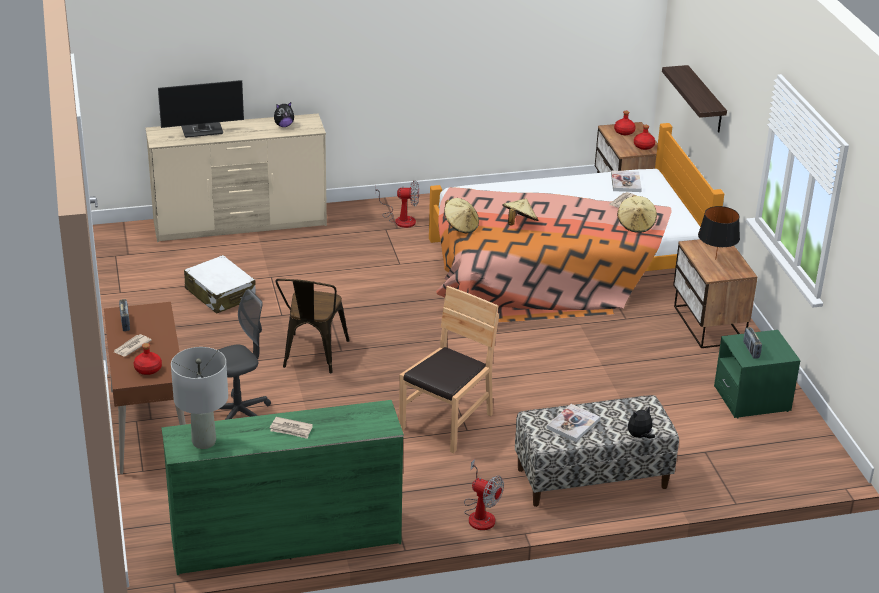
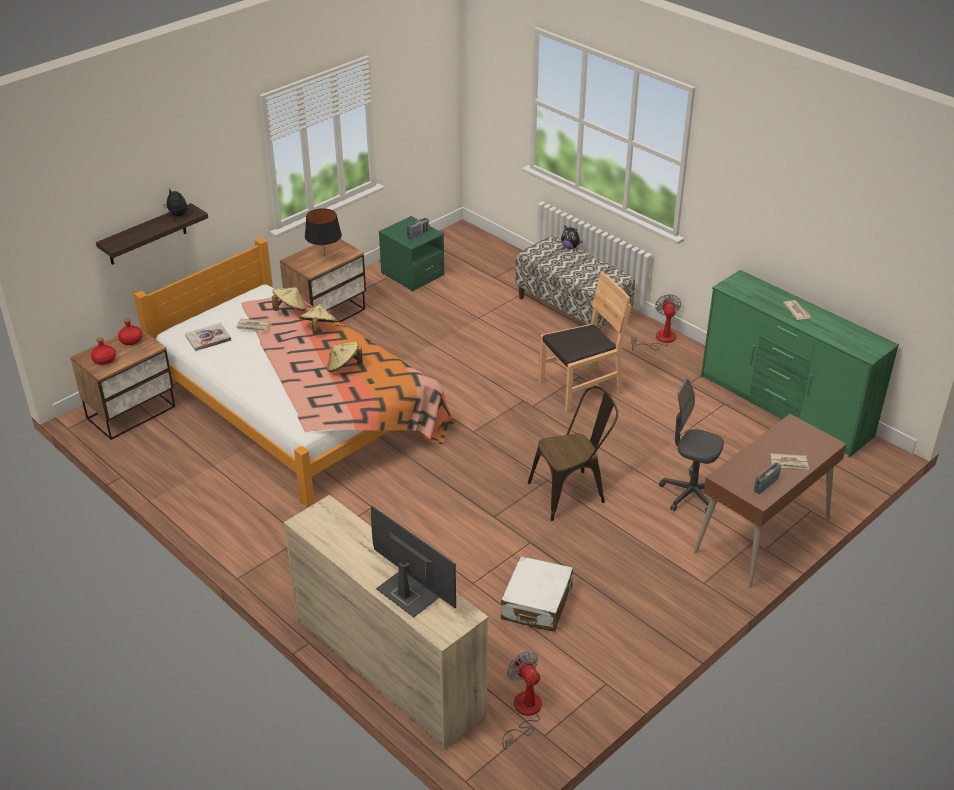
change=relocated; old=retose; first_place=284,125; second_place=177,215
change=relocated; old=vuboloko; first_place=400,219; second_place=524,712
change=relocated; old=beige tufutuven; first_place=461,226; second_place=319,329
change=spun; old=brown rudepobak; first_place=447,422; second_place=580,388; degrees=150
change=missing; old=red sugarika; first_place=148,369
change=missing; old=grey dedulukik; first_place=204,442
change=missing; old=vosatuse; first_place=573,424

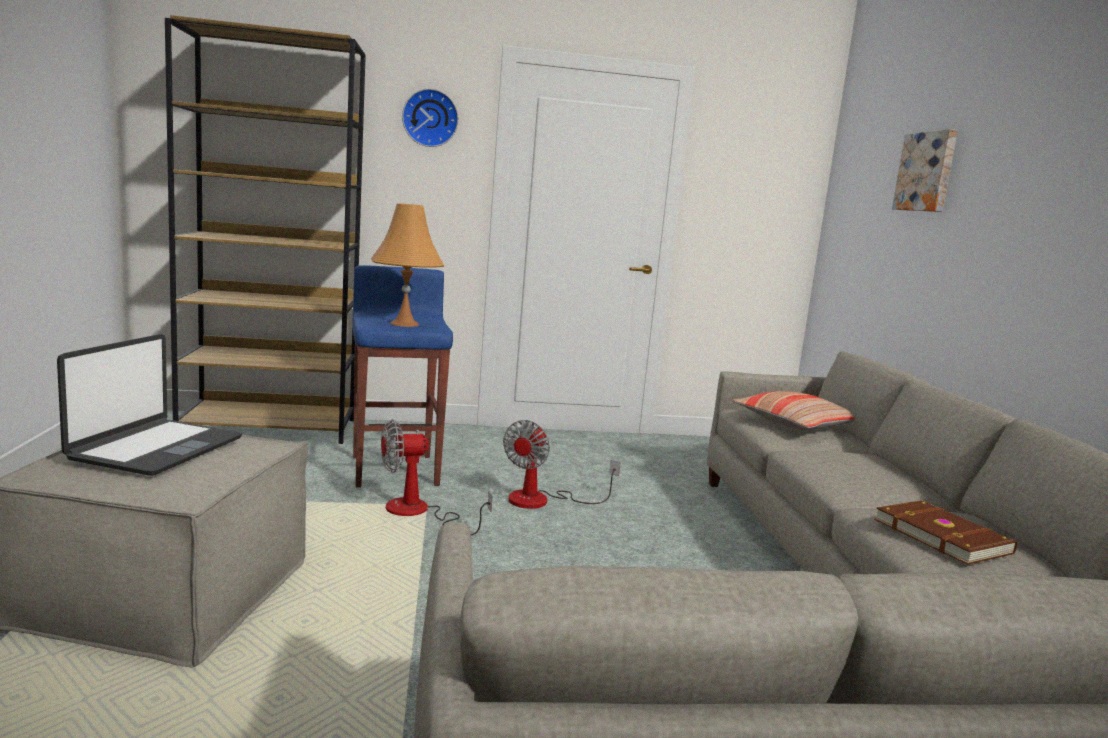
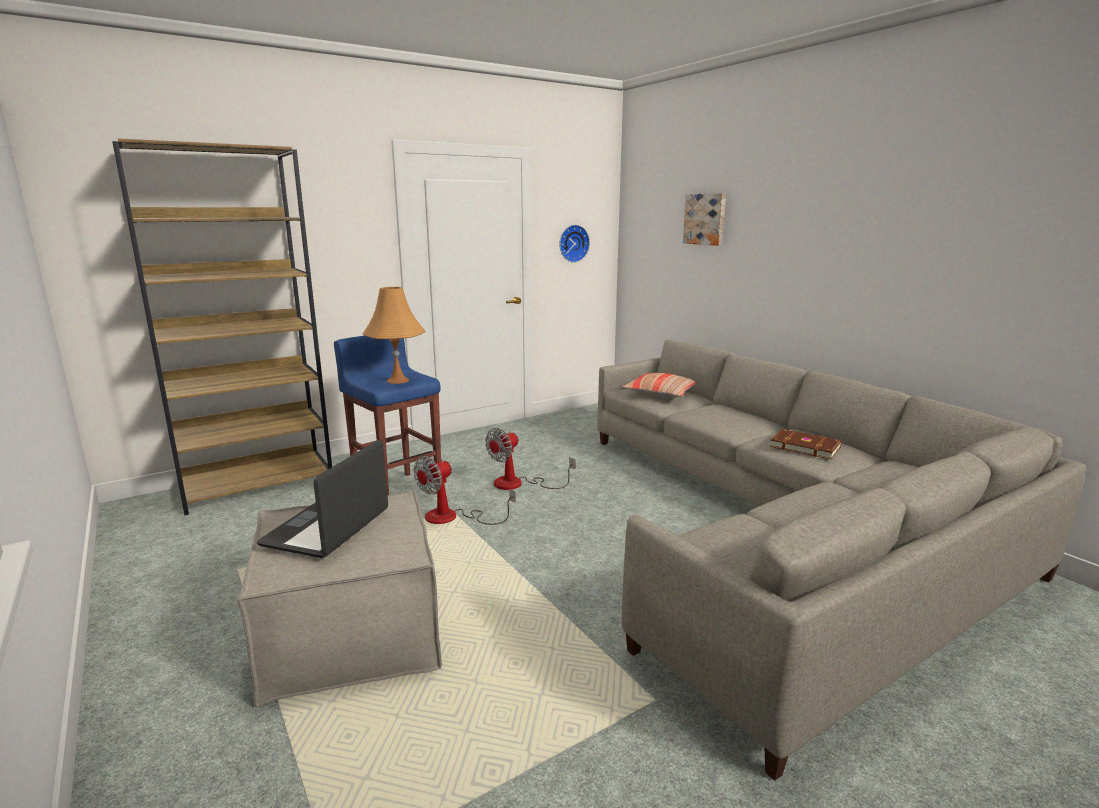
change=relocated; old=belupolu; first_place=430,118; second_place=572,243
change=spun; old=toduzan; first_place=156,449; second_place=328,528; degrees=-150
change=spun; old=vuboloko; first_place=542,500; second_place=518,484; degrees=45

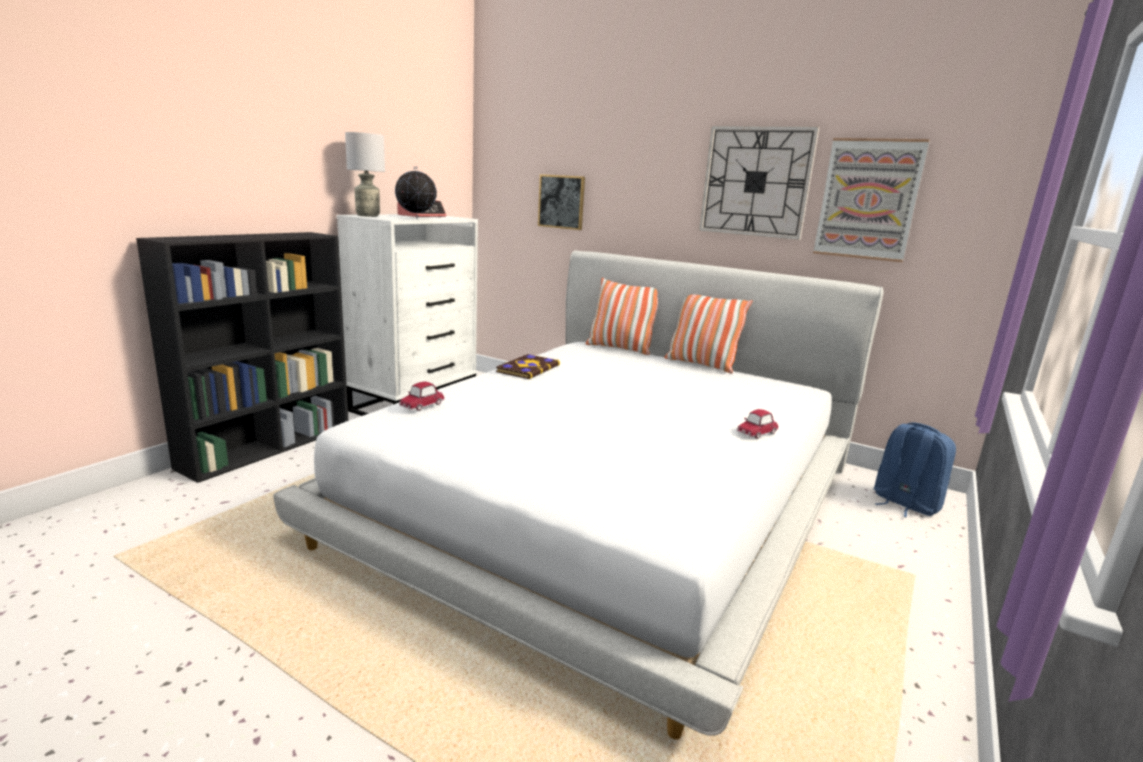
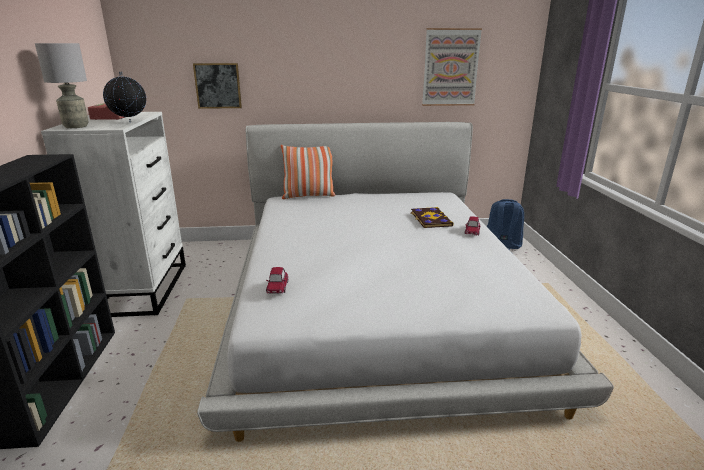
change=missing; old=belupolu; first_place=756,182
change=missing; old=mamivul; first_place=701,364
change=relocated; old=vosatuse; first_place=527,368; second_place=430,219

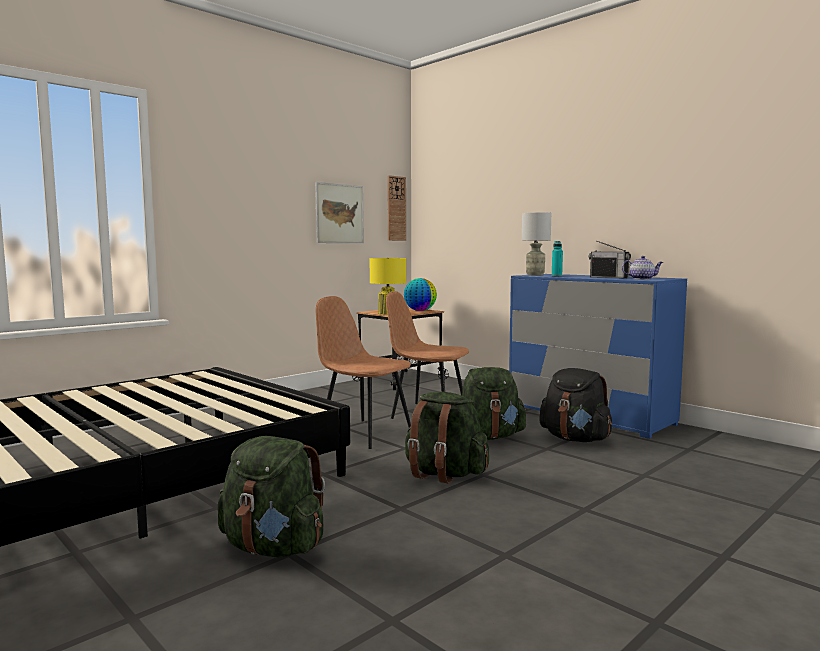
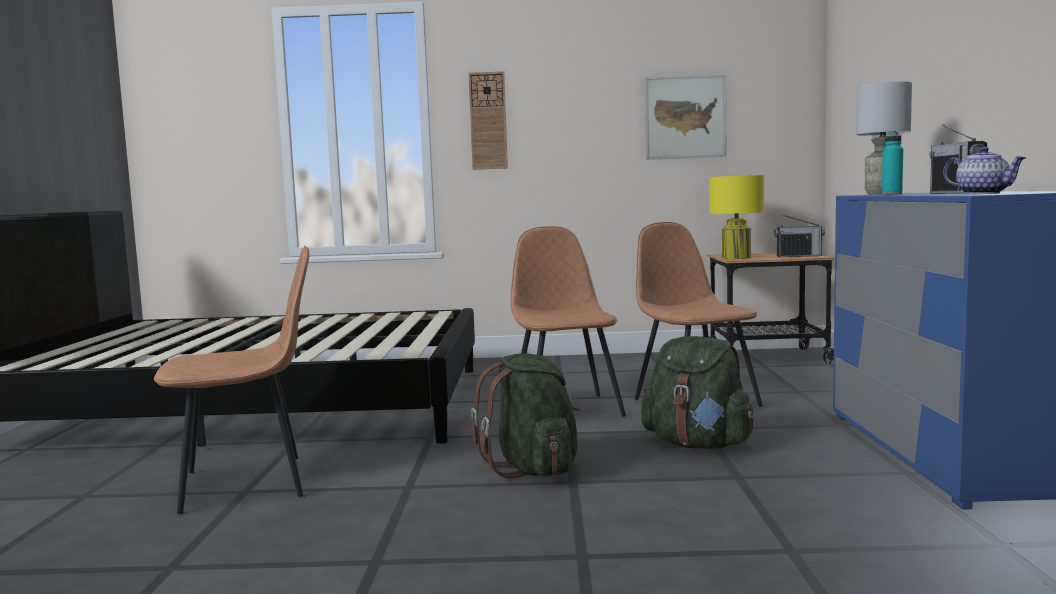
change=relocated; old=belupolu; first_place=396,208; second_place=488,121
change=exchanged; old=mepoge; new=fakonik; first_place=420,311; second_place=798,256
change=missing; old=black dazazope; first_place=575,439
change=exchanged; old=green dazazope; new=brown rudepobak; first_place=273,548; second_place=248,483

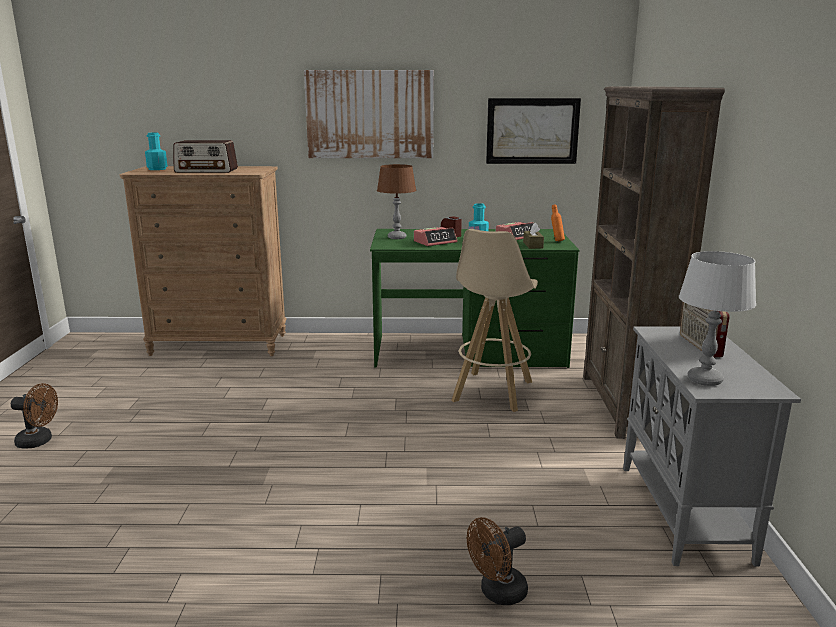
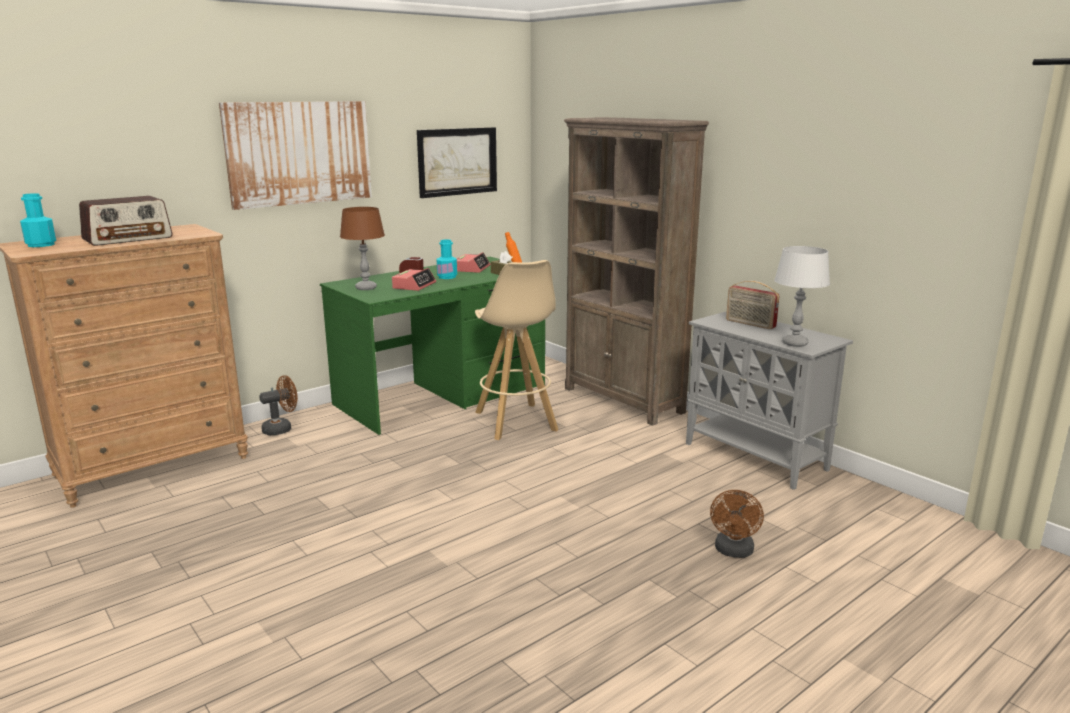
change=relocated; old=brown vuboloko; first_place=39,441; second_place=282,429

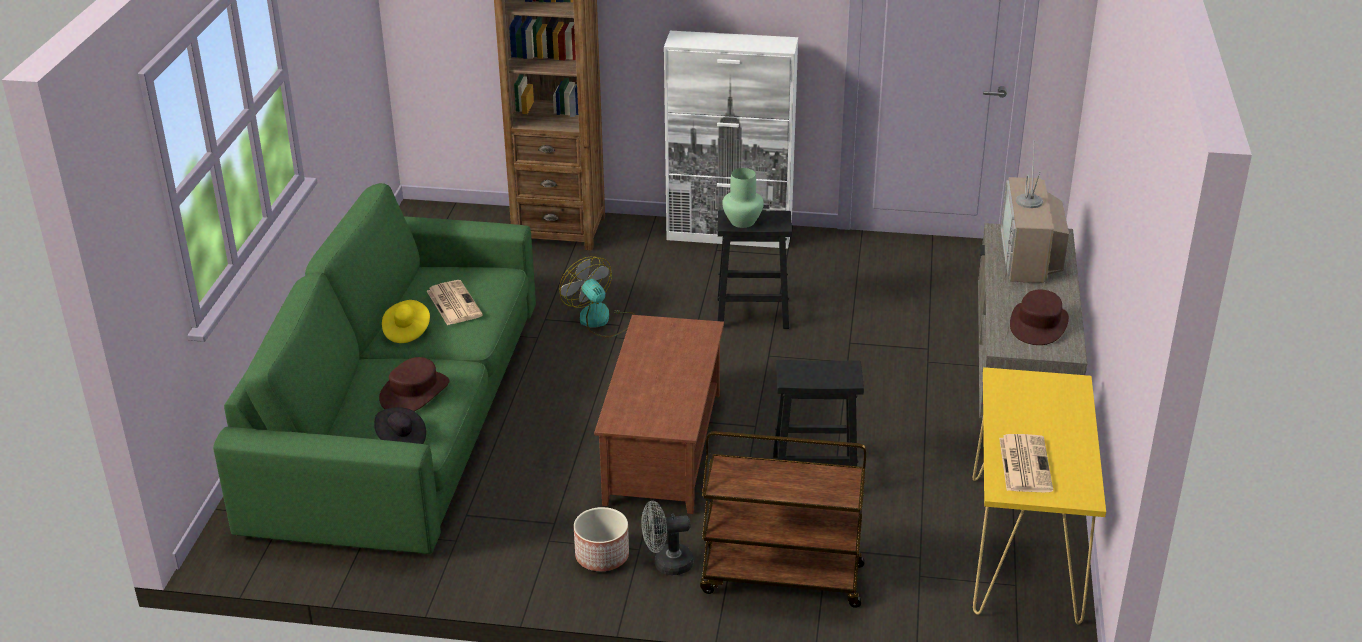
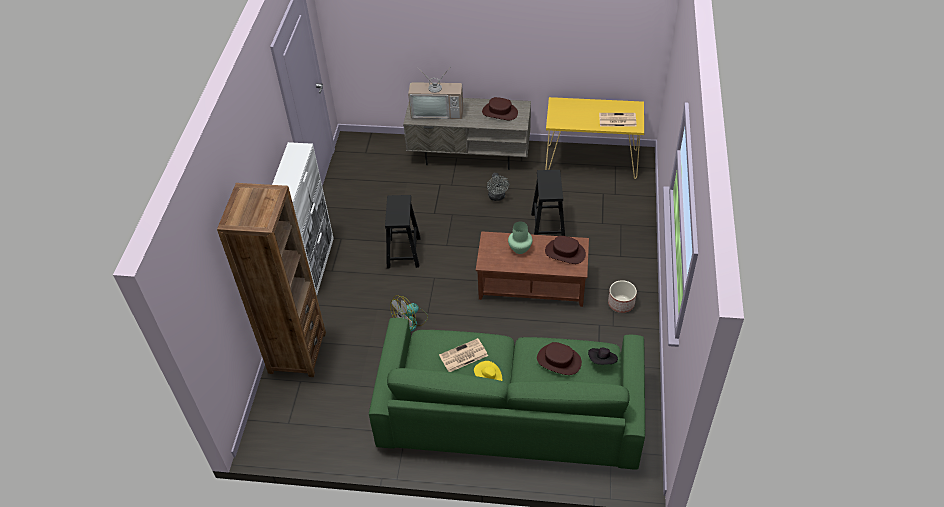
change=relocated; old=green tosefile; first_place=743,221; second_place=519,248
change=missing; old=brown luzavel; first_place=781,579
change=relocated; old=grey vuboloko; first_place=666,564; second_place=497,197
change=appeared; new=brown tufutuven; second_place=565,252

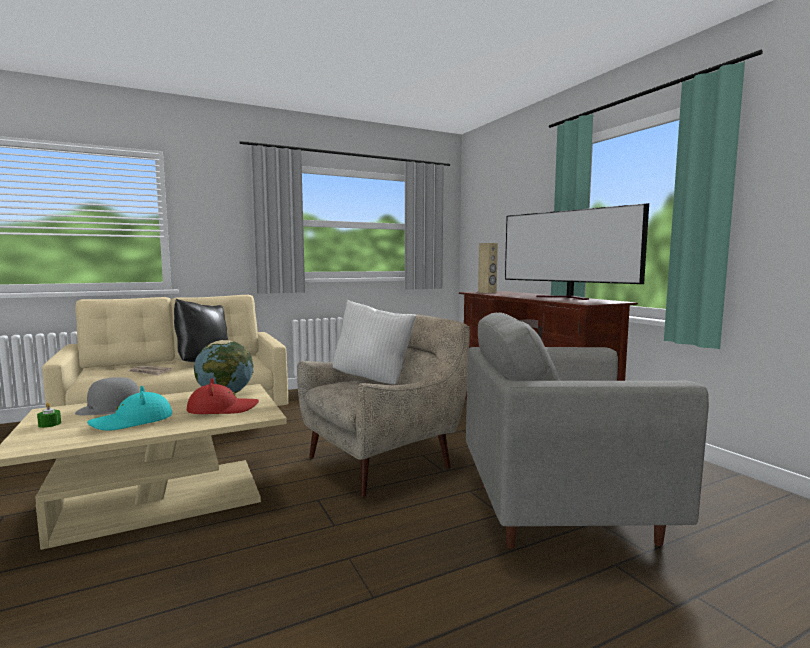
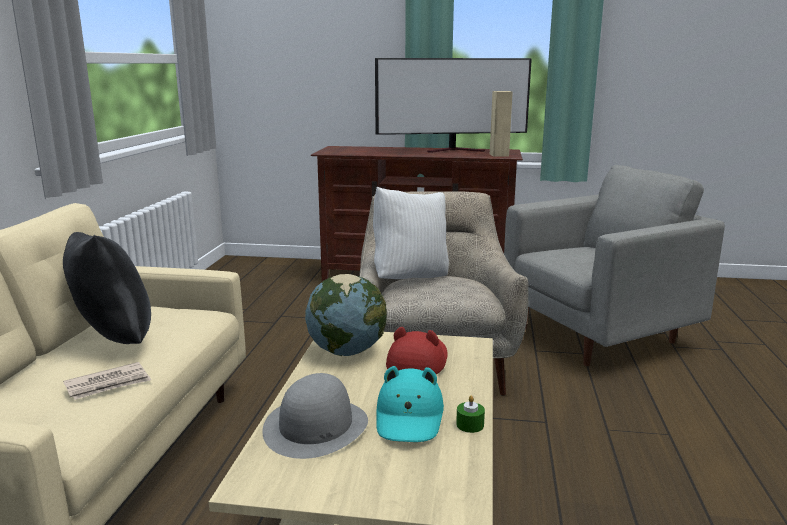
change=relocated; old=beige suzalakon; first_place=487,292; second_place=499,155
change=spun; old=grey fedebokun; first_place=559,512; second_place=597,335; degrees=-150
change=relocated; old=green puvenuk; first_place=49,424; second_place=470,425

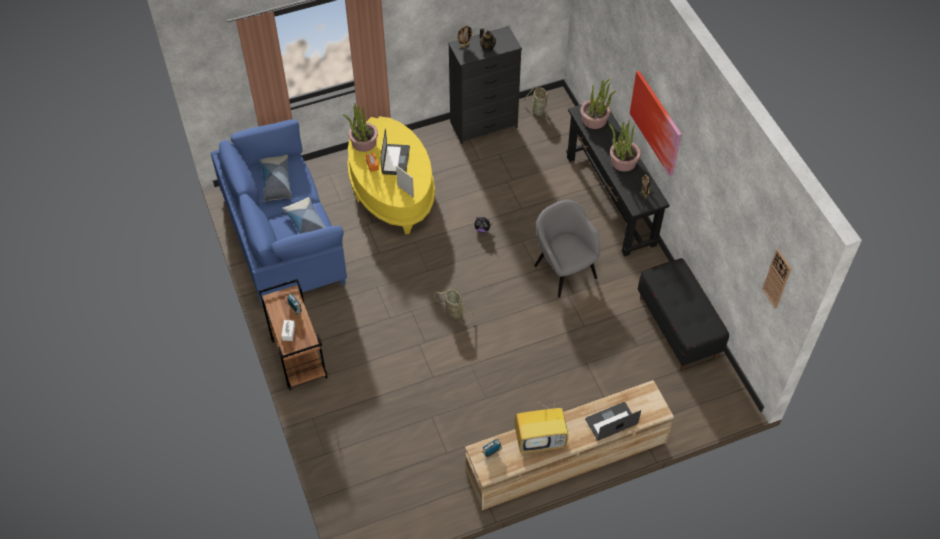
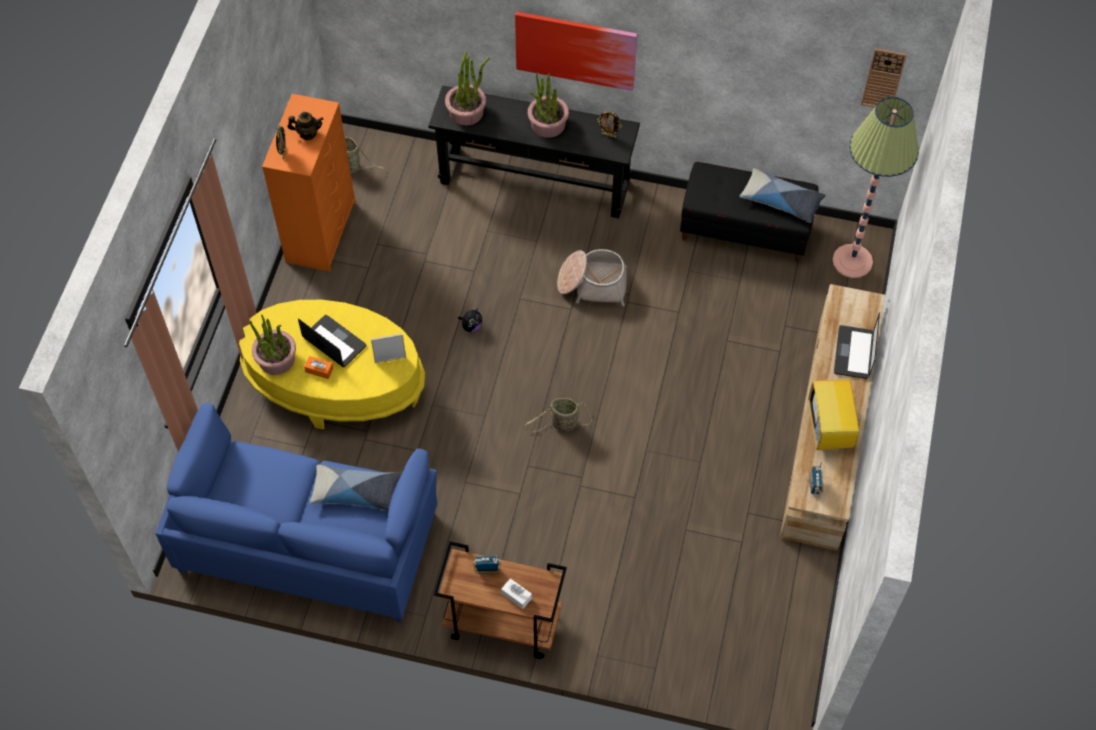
change=colour; old=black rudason; new=orange rudason; first_place=484,124; second_place=321,231
change=relocated; old=mamivul; first_place=276,182; second_place=781,201
change=exchanged; old=grey fedebokun; new=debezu; first_place=564,270; second_place=592,284
change=spun; old=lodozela; first_place=541,439; second_place=830,429; degrees=150
change=appeared; new=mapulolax; second_place=852,261

